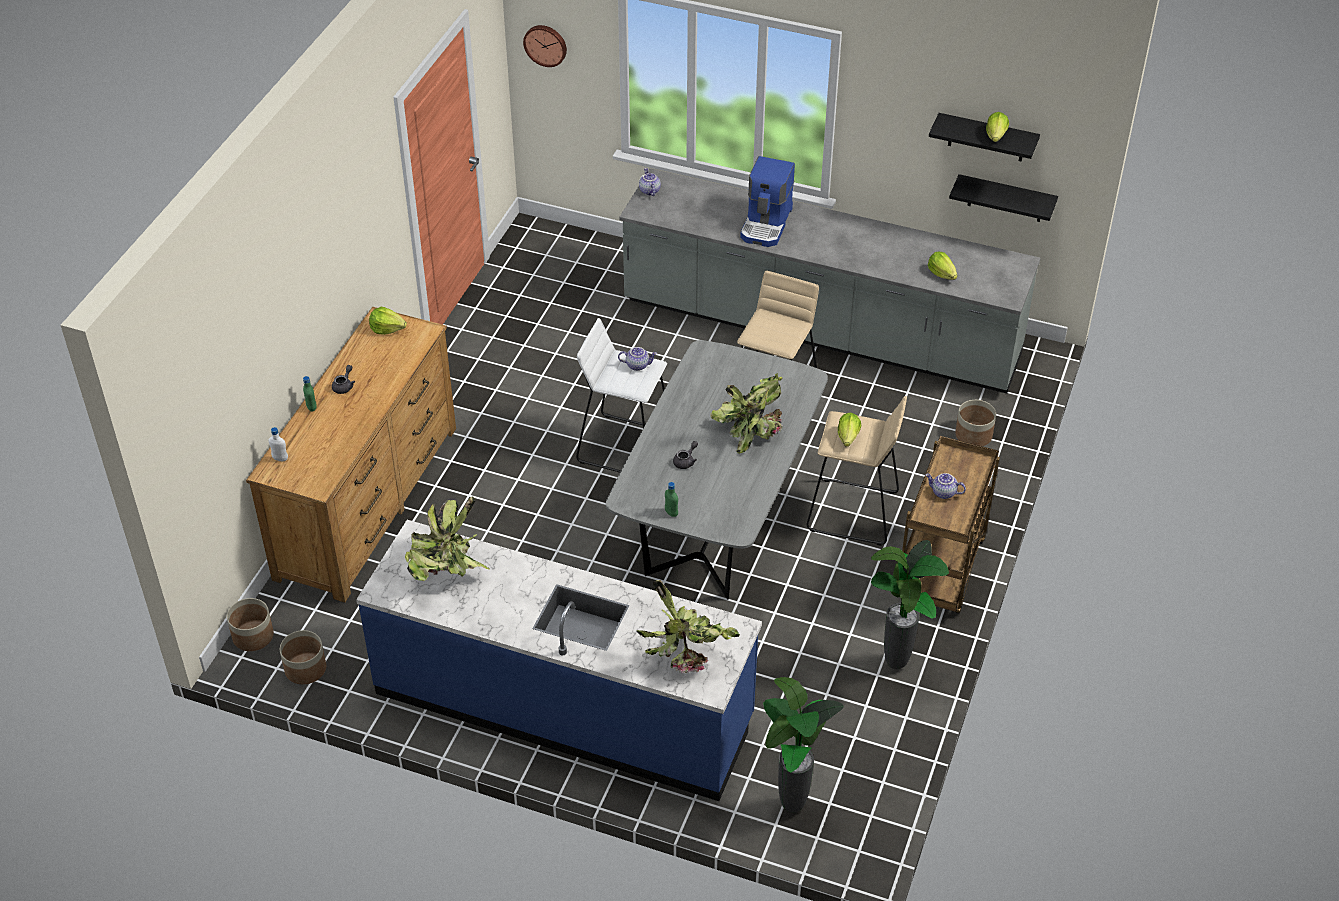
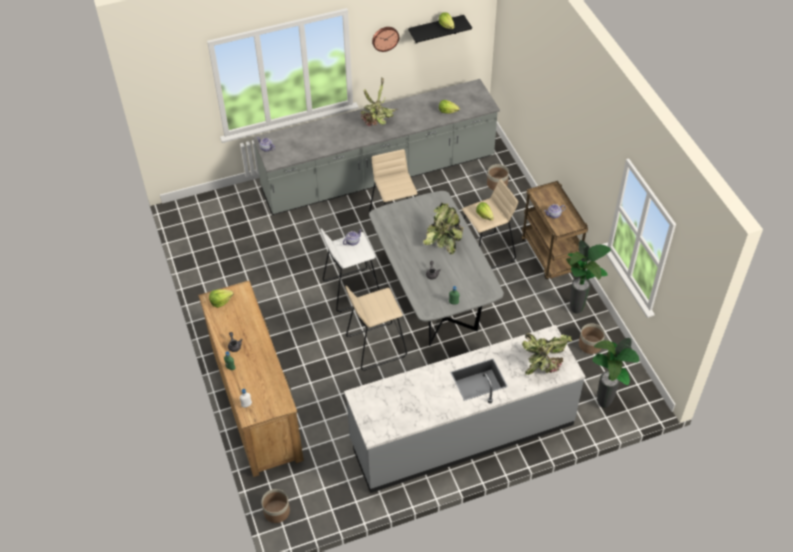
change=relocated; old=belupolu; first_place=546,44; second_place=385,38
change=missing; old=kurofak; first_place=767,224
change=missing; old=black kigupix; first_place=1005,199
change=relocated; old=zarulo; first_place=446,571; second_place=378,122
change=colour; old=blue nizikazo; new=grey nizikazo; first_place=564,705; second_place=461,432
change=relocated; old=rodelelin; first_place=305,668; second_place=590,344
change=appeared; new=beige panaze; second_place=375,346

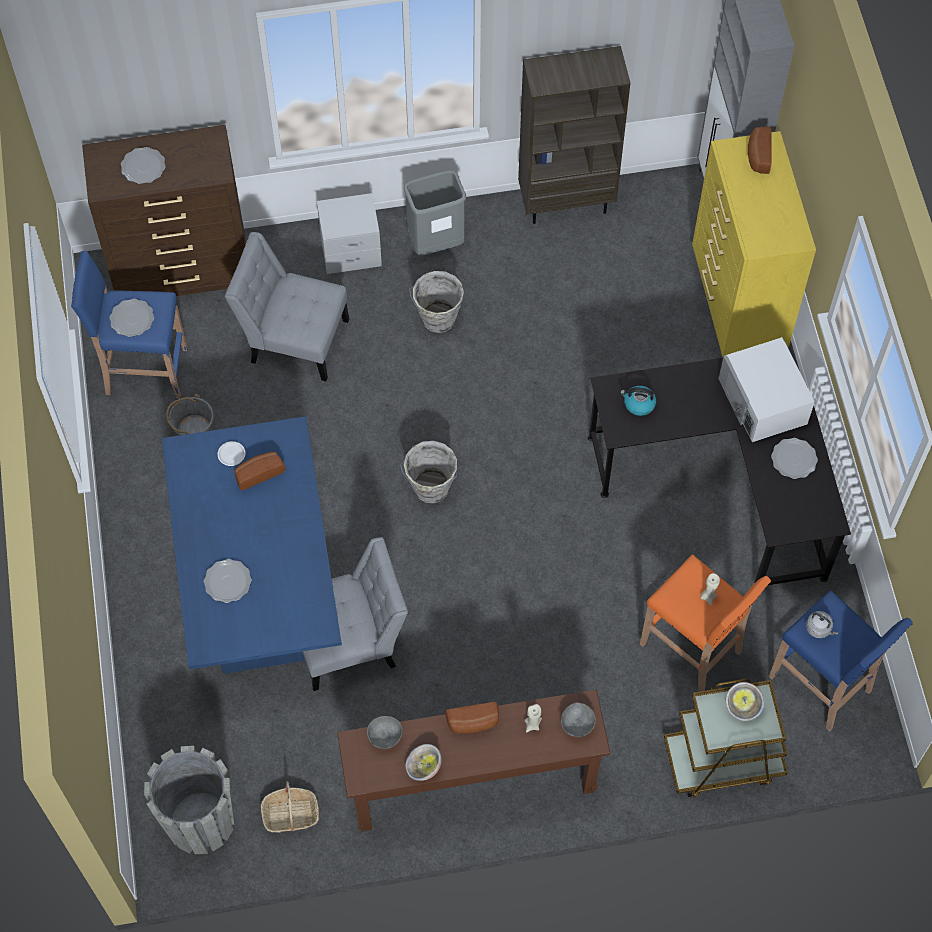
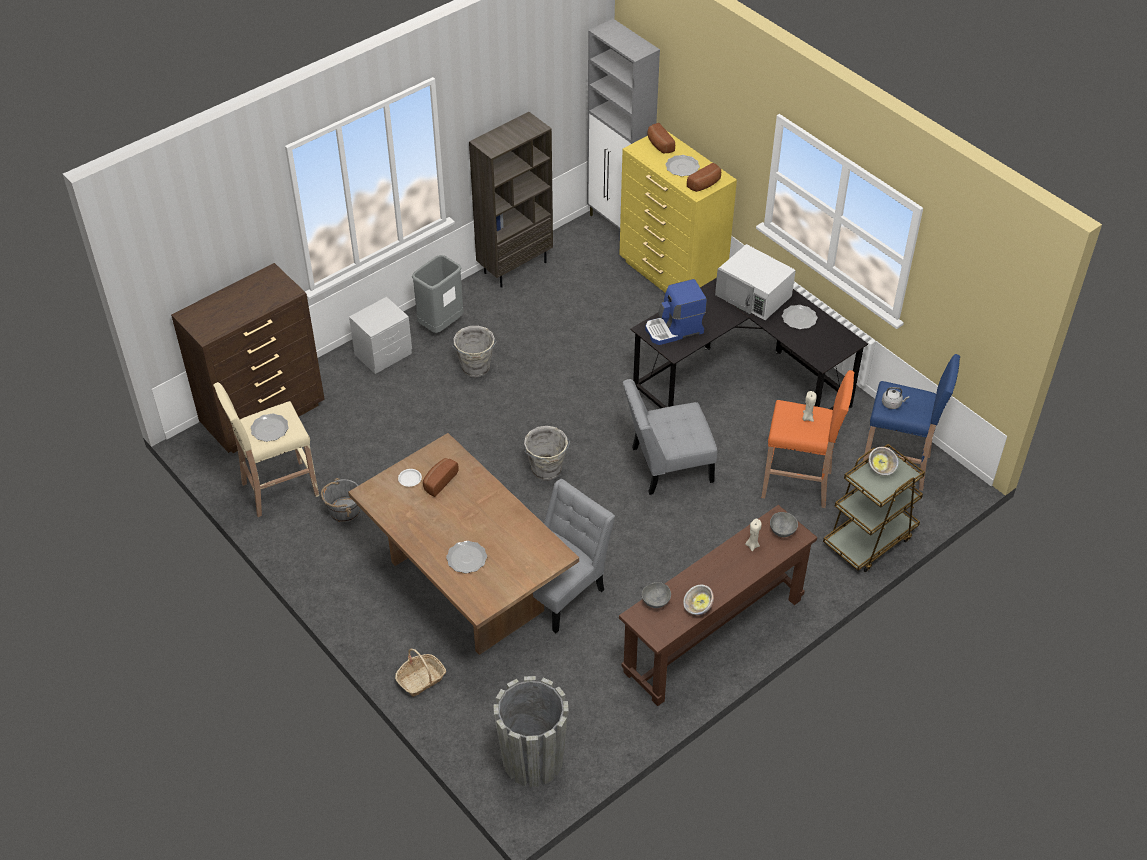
change=relocated; old=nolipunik; first_place=143,167; second_place=682,167
change=relocated; old=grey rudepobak; first_place=294,338; second_place=667,465
change=colour; old=blue panaze; new=beige panaze; first_place=144,371; second_place=278,489
change=exchanged; old=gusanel; new=kurofak; first_place=638,404; second_place=674,330
change=colour; old=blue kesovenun; new=brown kesovenun; first_place=261,587; second_place=468,586
change=relocated; old=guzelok; first_place=473,723; second_place=705,184
change=relocated; old=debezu; first_place=291,814; second_place=421,679

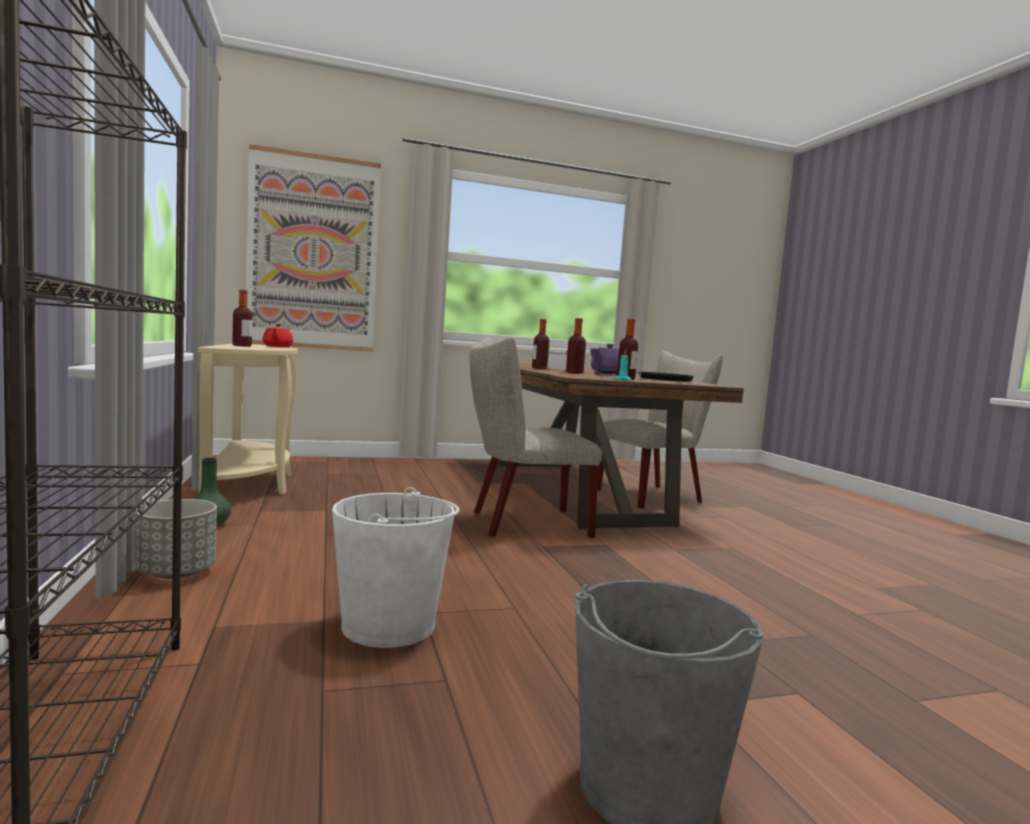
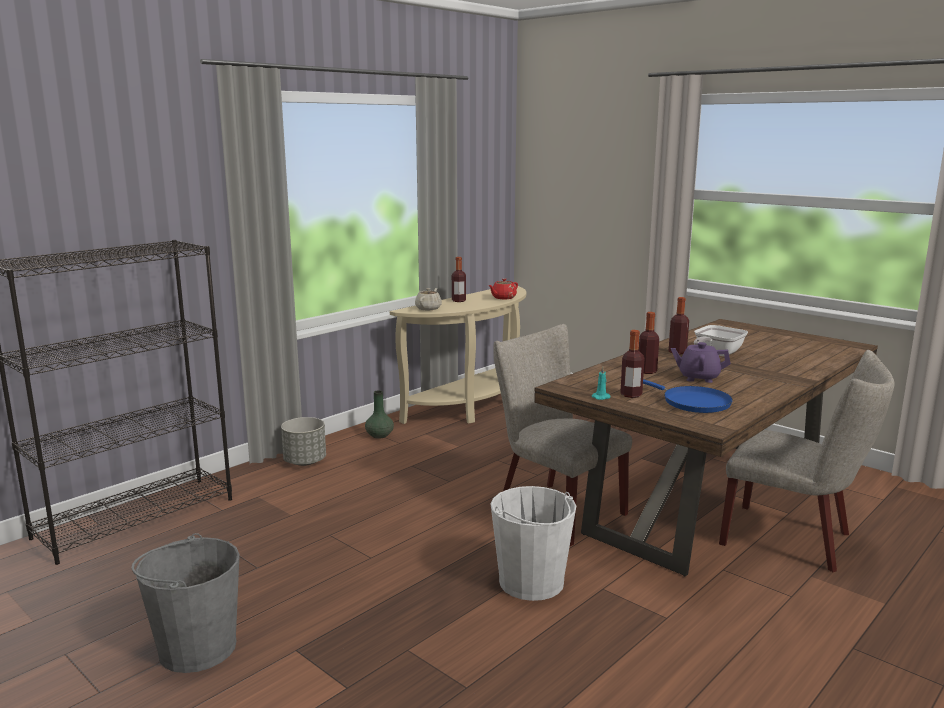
change=missing; old=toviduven; first_place=313,252
change=colour; old=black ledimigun; new=blue ledimigun; first_place=660,380; second_place=692,402
change=relocated; old=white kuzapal; first_place=389,625; second_place=531,582
change=appeared; new=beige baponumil; second_place=428,308

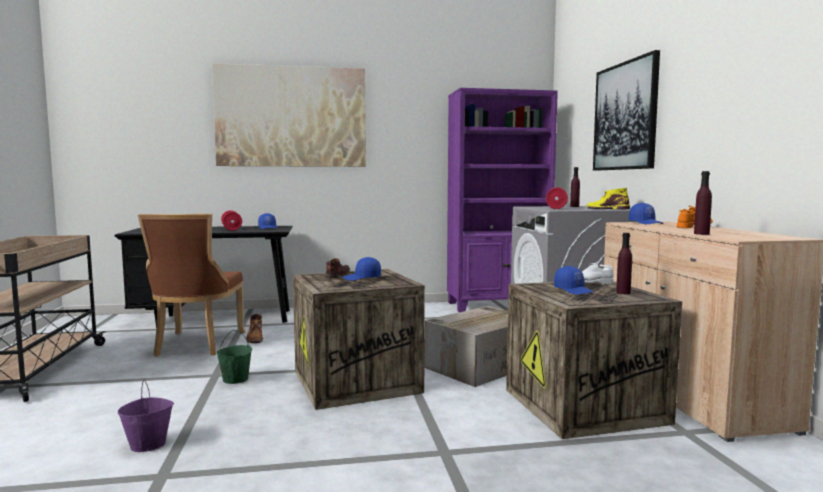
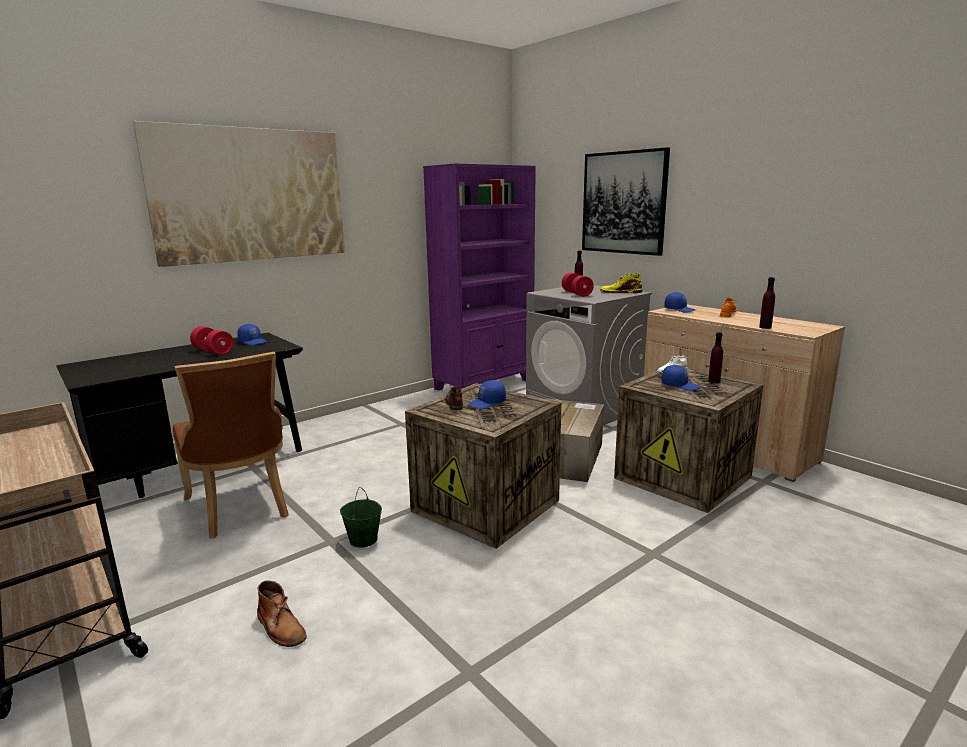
change=relocated; old=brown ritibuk; first_place=255,338; second_place=281,627
change=missing; old=purple kuzapal; first_place=148,444

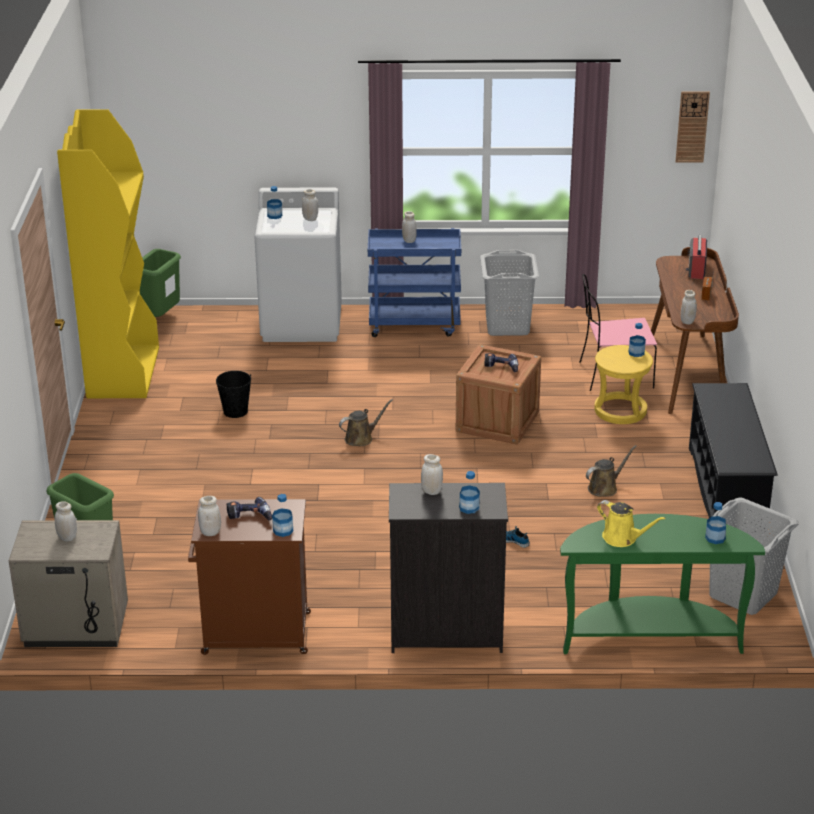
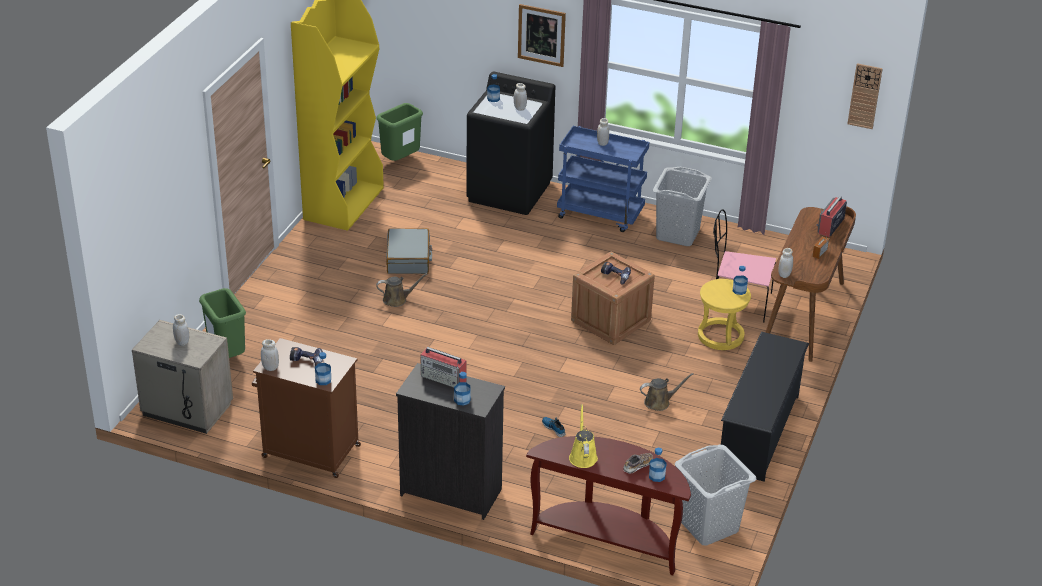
change=colour; old=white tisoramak; new=black tisoramak; first_place=302,323; second_place=510,192
change=exchanged; old=black kuzapal; new=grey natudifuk; first_place=235,411; second_place=408,259
change=relocated; old=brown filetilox; first_place=361,438; second_place=397,299
change=exchanged; old=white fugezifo; new=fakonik; first_place=431,491; second_place=444,378
change=spun; old=yellow filetilox; first_place=622,538; second_place=582,456; degrees=-150
change=colour; old=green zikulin; new=brown zikulin; first_place=650,637; second_place=608,540
change=appeared; new=toviduven; second_place=541,35
change=appeared; new=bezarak; second_place=637,466

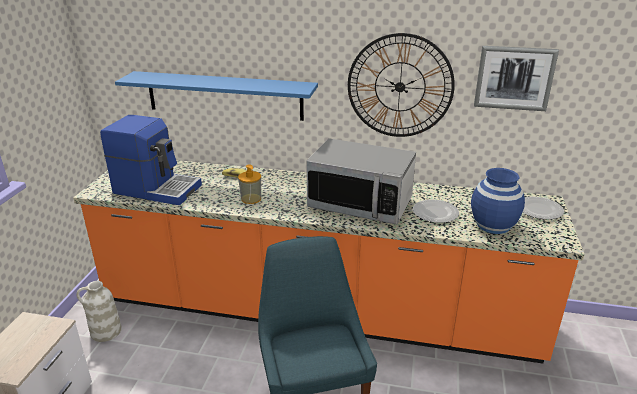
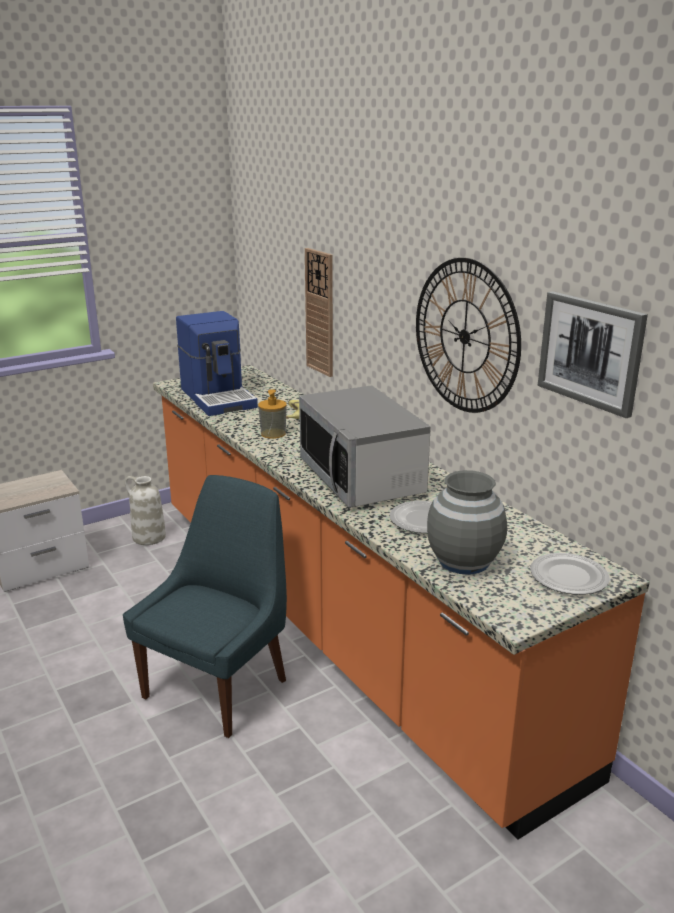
change=exchanged; old=blue kigupix; new=belupolu; first_place=224,95; second_place=320,312
change=colour; old=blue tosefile; new=grey tosefile; first_place=493,225; second_place=463,561

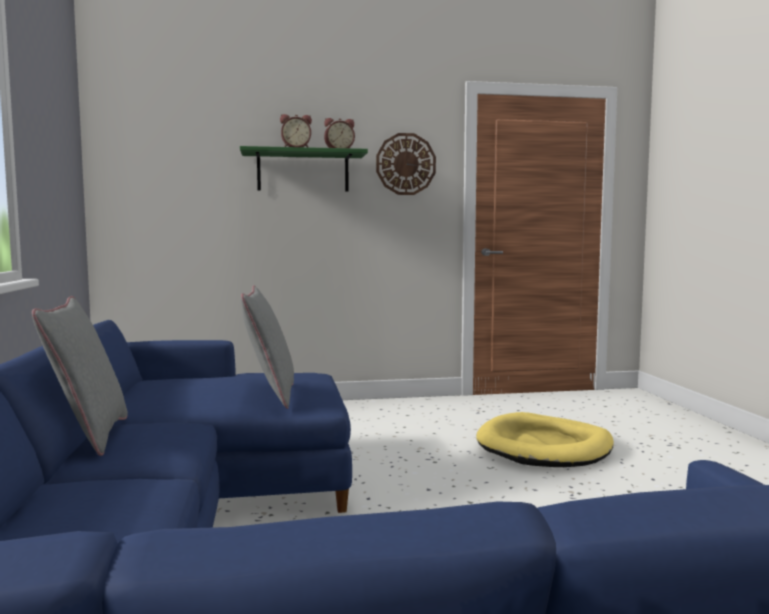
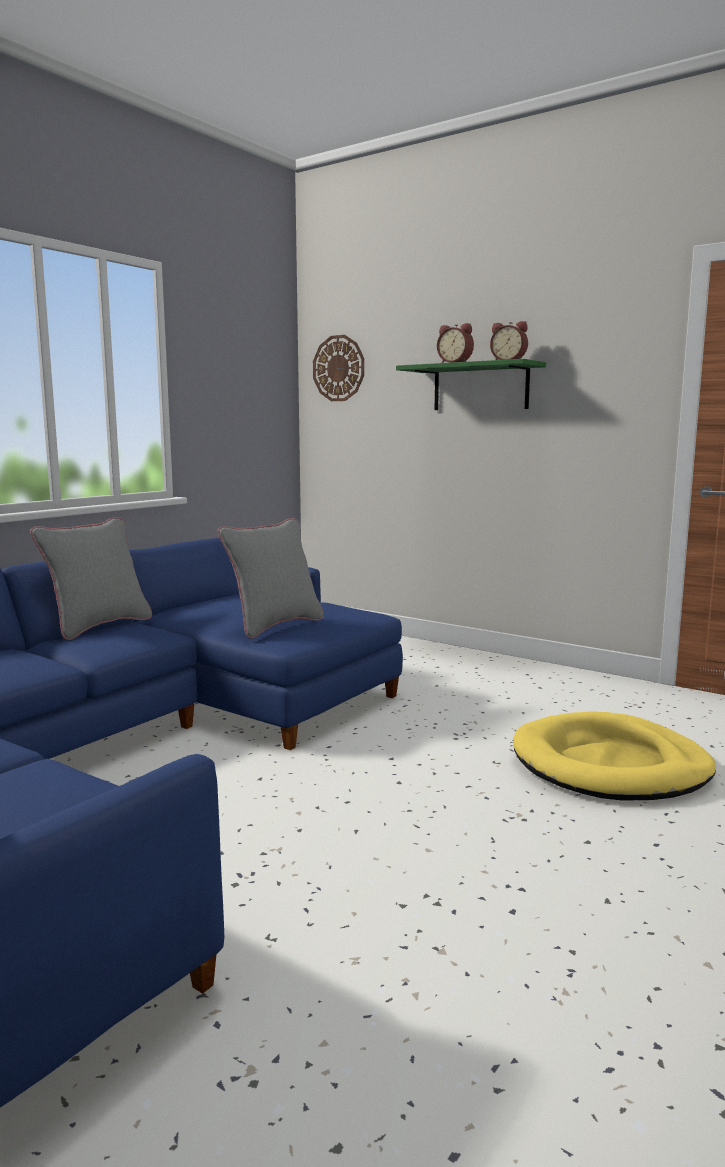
change=relocated; old=belupolu; first_place=405,164; second_place=338,368

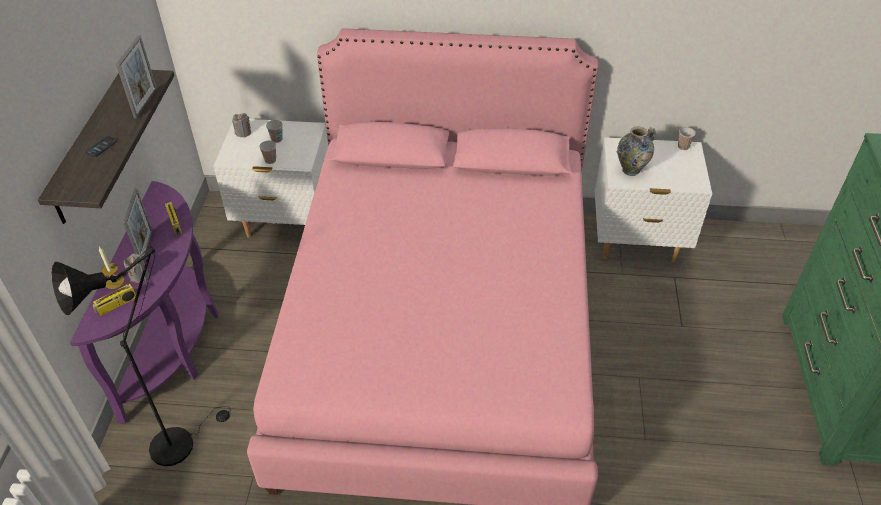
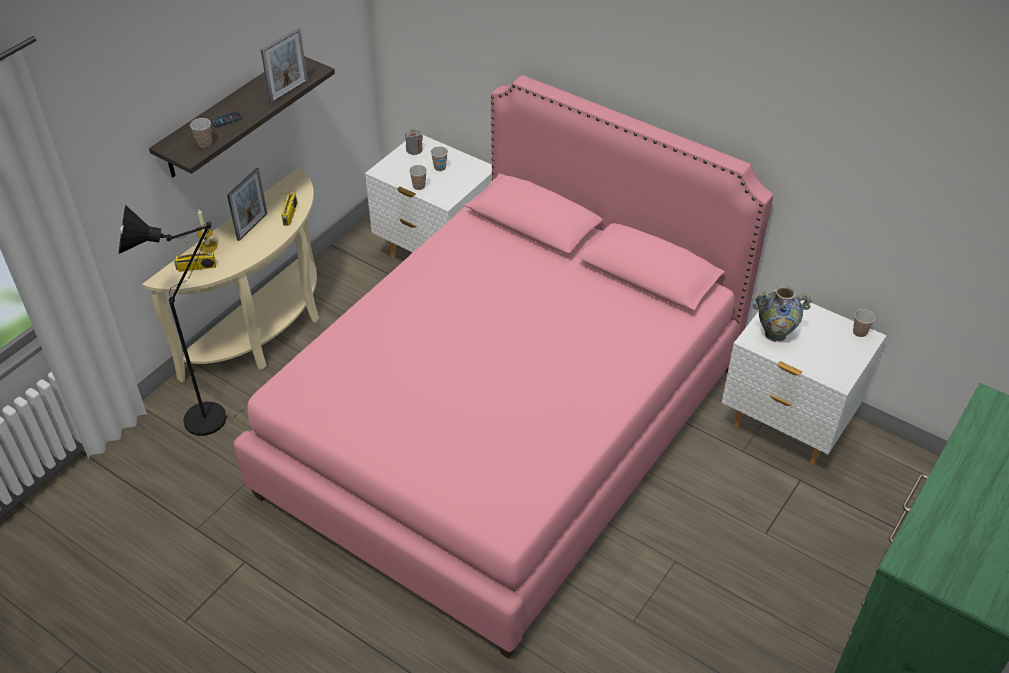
change=colour; old=purple zikulin; new=beige zikulin; first_place=177,344; second_place=267,332
change=missing; old=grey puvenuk; first_place=139,276
change=appeared; new=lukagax; second_place=204,143

